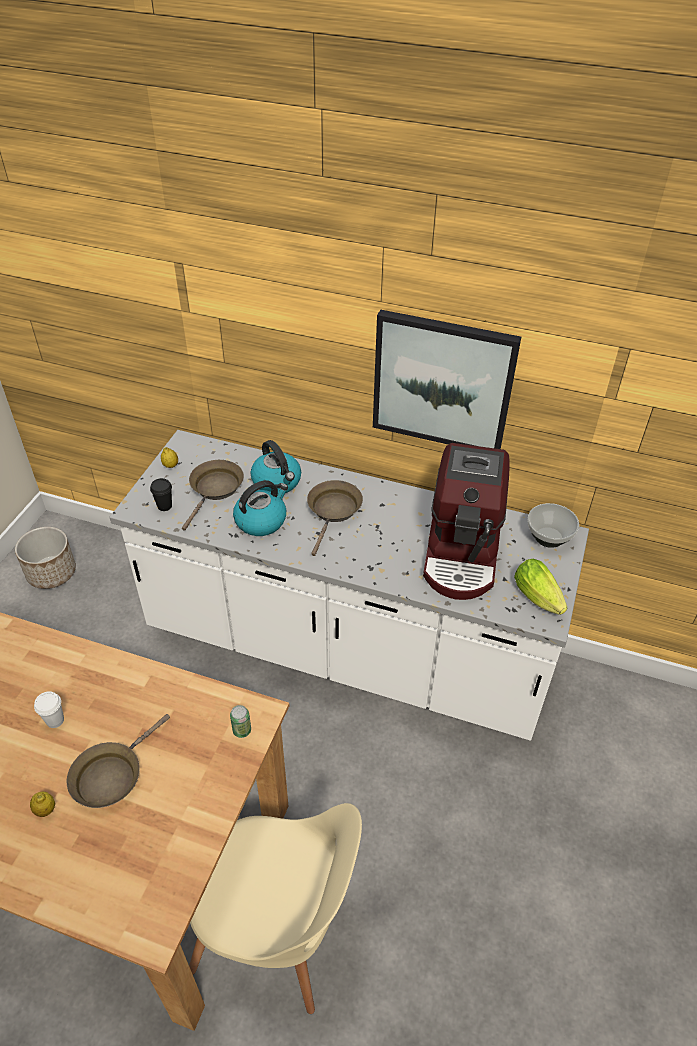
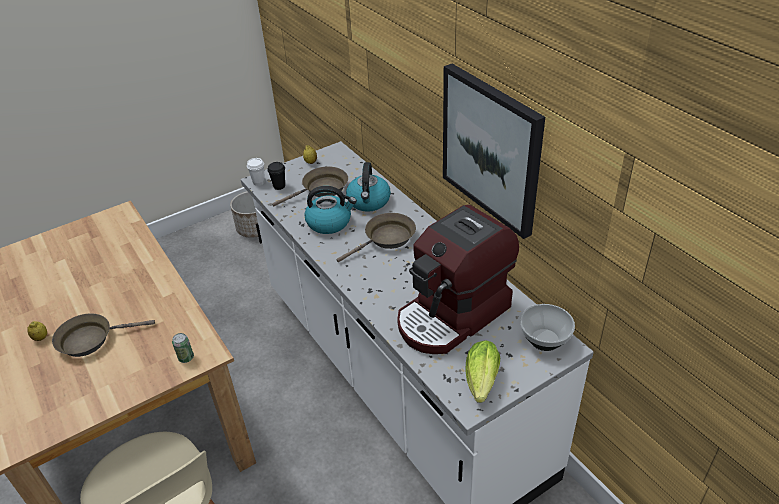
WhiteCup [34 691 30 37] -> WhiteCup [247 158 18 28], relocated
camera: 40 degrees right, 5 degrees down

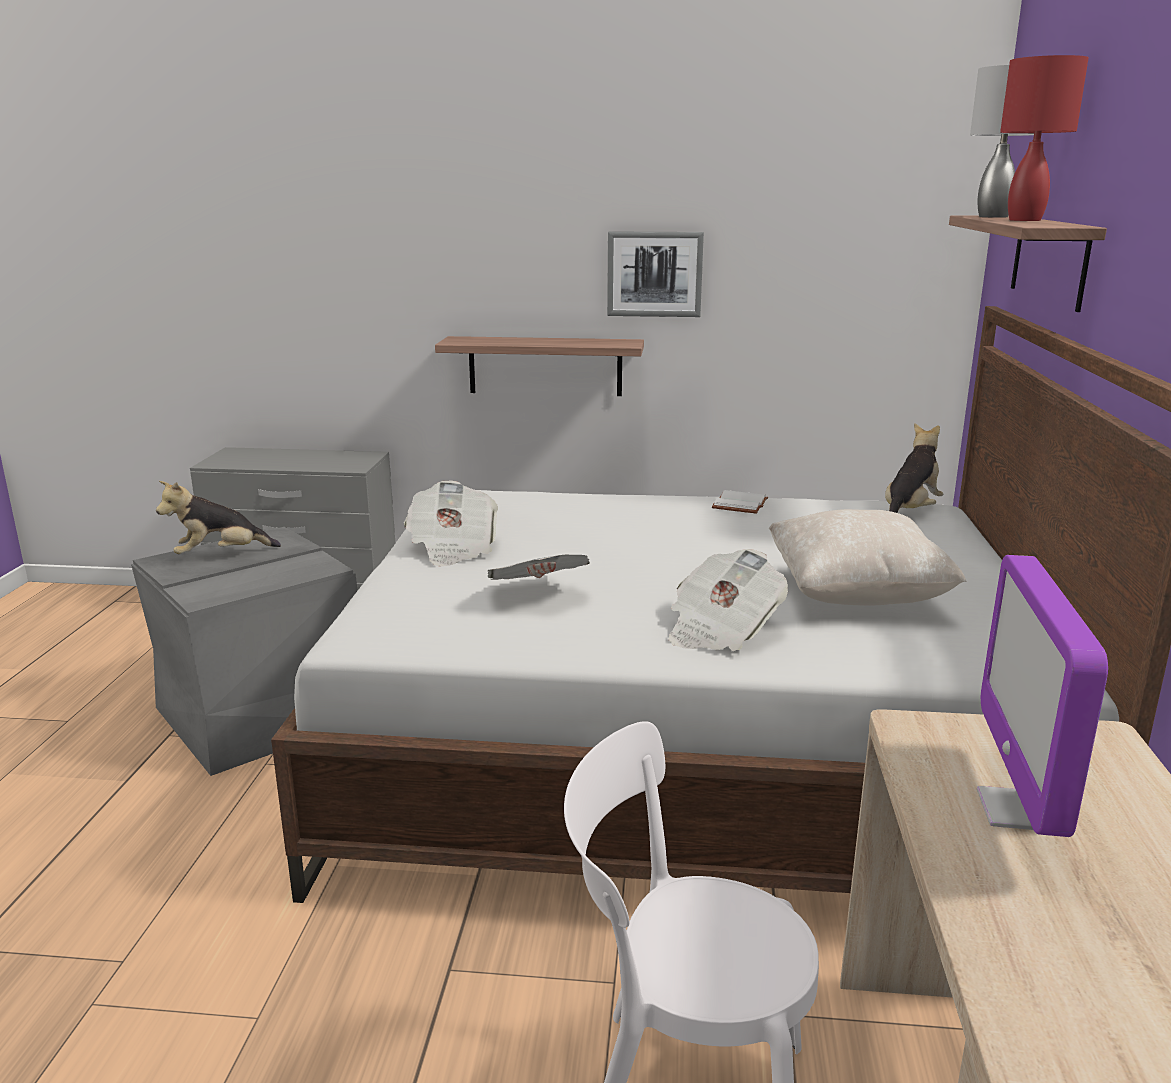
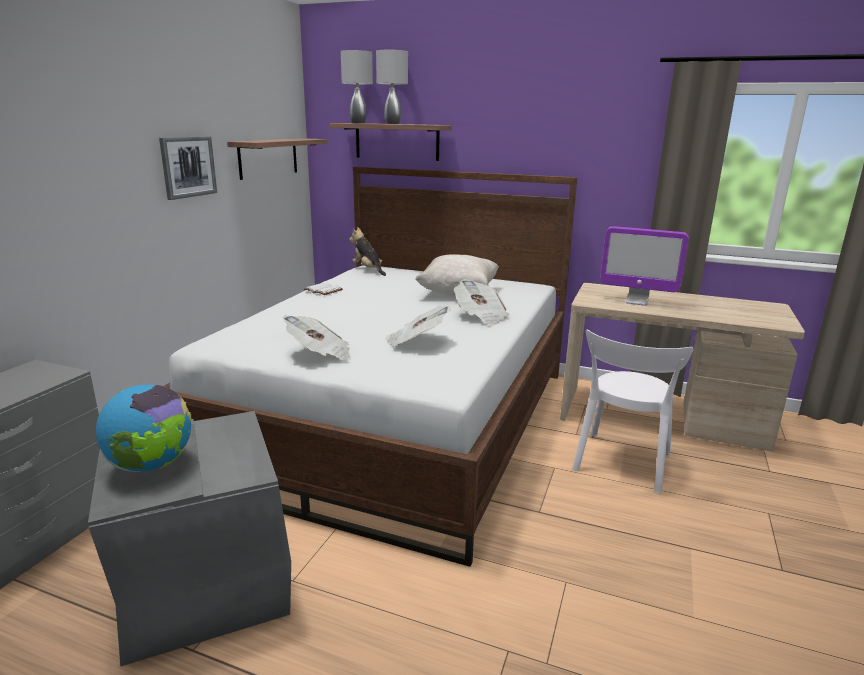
RedTableLamp [1000 55 89 166] -> GreyTableLamp [376 50 32 74]
Shelf [435 336 209 60] -> Shelf [227 138 100 42], relocated
PlushToy [156 481 125 73] -> Globe [96 385 95 87]
camera: 75 degrees left, 0 degrees up

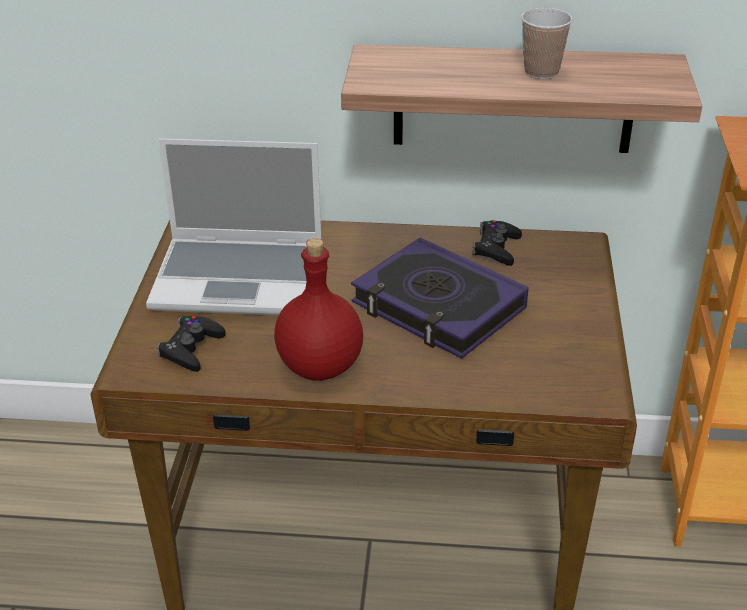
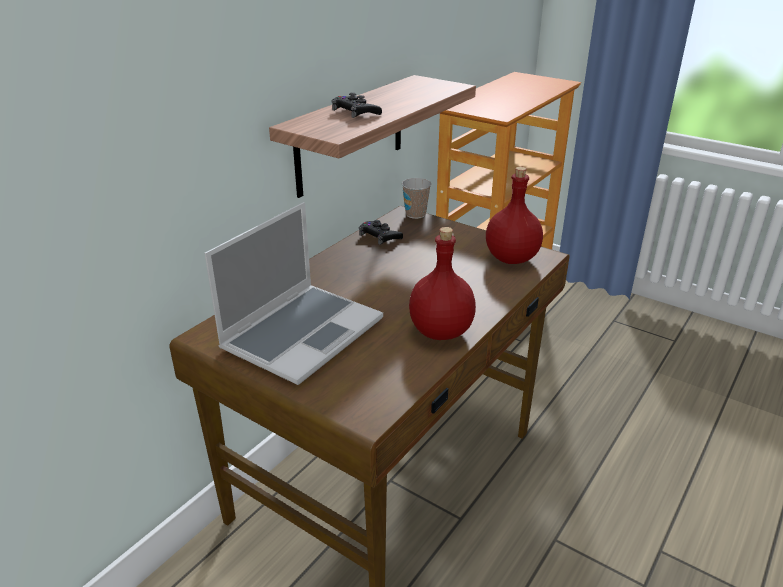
Cup [521 8 52 71] -> Cup [402 178 29 41], relocated
Book [351 238 178 121] -> none
BlackGameController [157 316 69 56] -> BlackGameController [331 92 51 26], relocated
none -> RedBottle [486 167 57 97]
camera: 60 degrees left, 5 degrees down

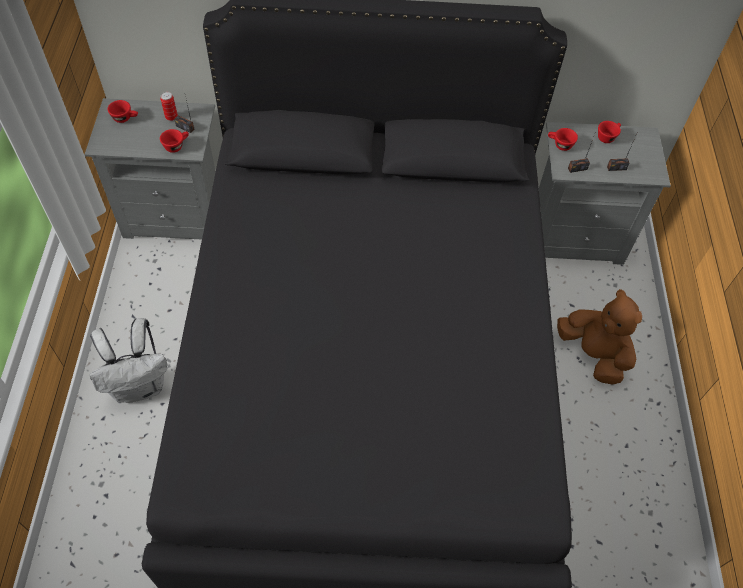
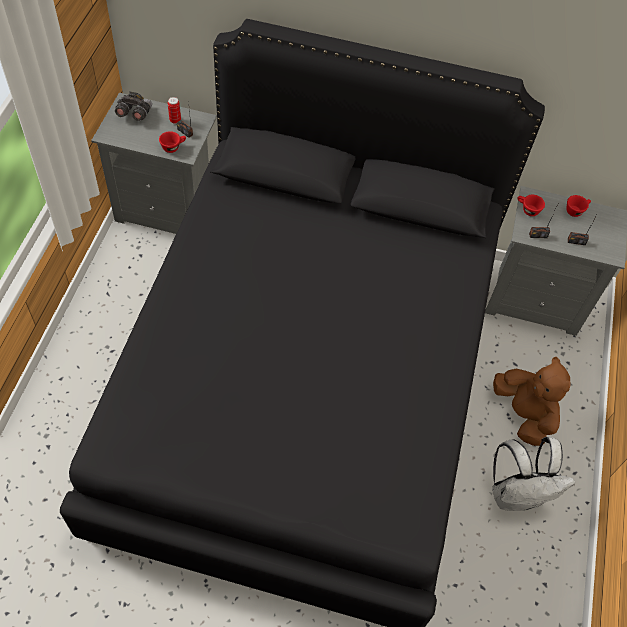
RedCup [108 100 30 23] -> GreyBinoculars [115 92 37 29]
WhiteBackpack [89 318 78 85] -> WhiteBackpack [492 437 83 74], relocated
camera: 10 degrees right, 0 degrees up

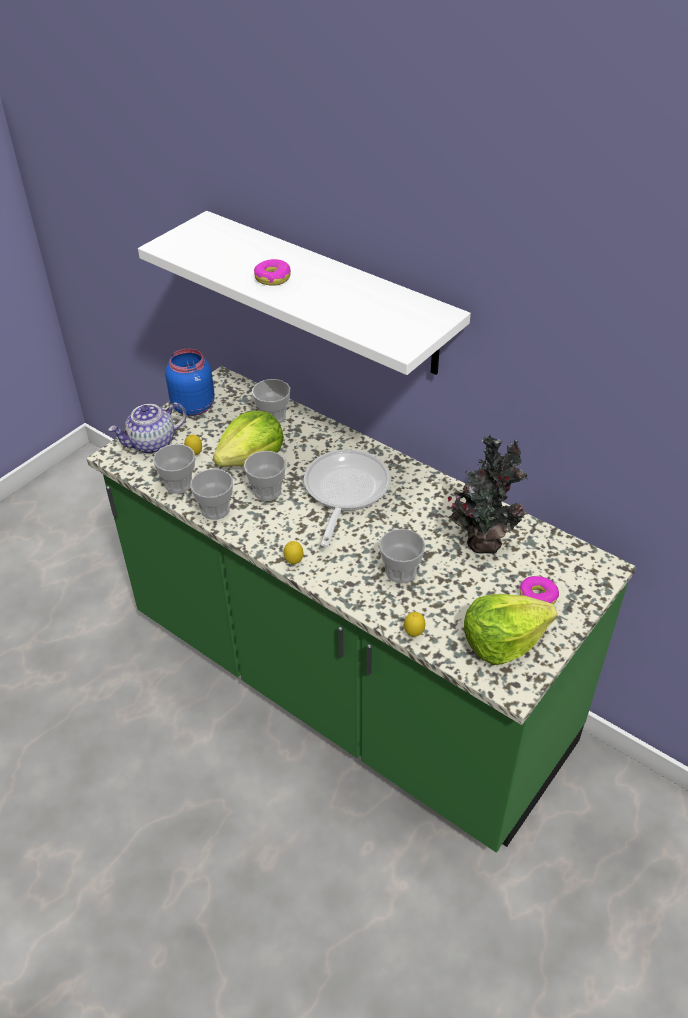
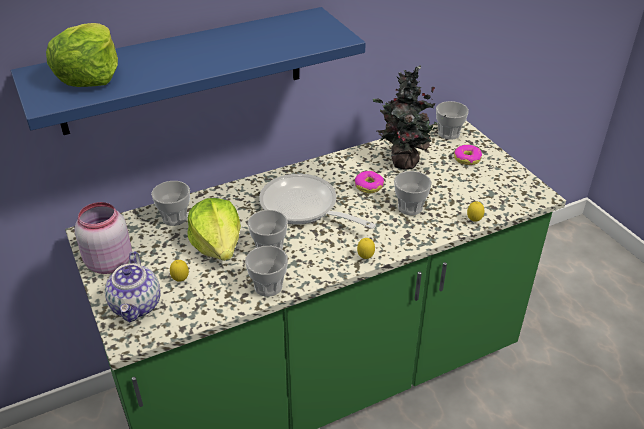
WhiteShelf [138 211 333 164] -> BlueShelf [11 7 355 128]
Donut [254 259 37 27] -> Donut [355 171 29 22], relocated
BlueJar [165 349 50 67] -> PinkJar [74 202 58 72]
Cup [153 444 42 50] -> Cup [436 101 33 39], relocated
Lettuce [464 594 93 71] -> Lettuce [46 23 72 64], relocated
camera: 65 degrees left, 5 degrees down

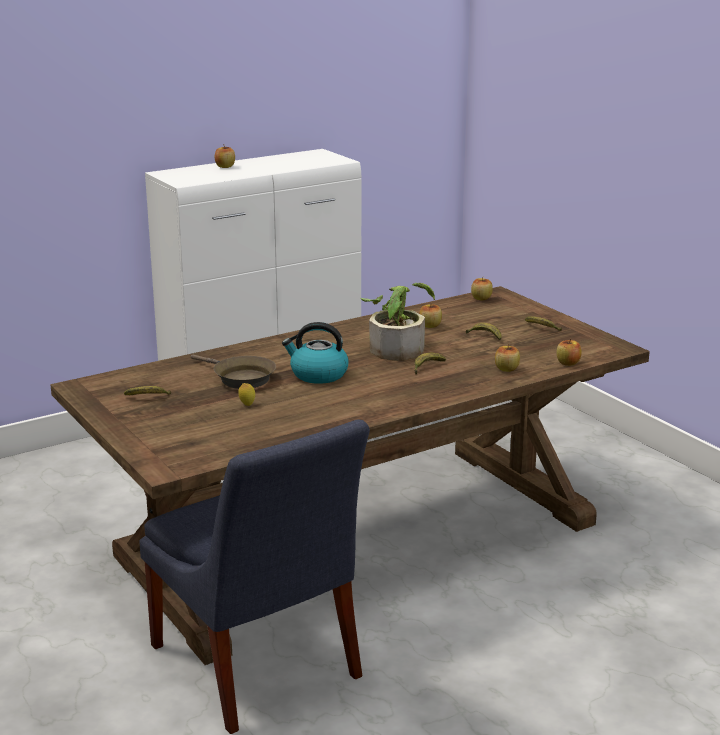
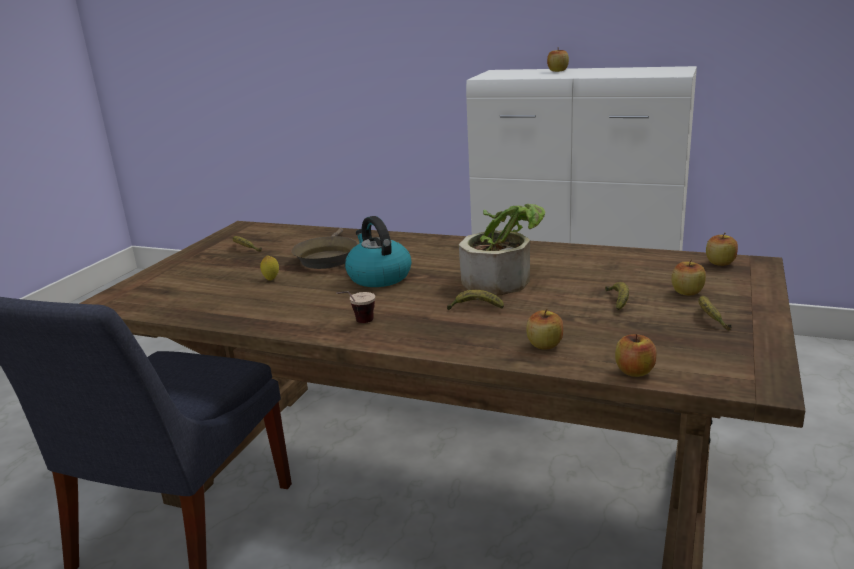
Apple [419 304 23 24] -> Apple [671 259 35 36], relocated
none -> Cup [336 291 39 32]
camera: 55 degrees right, 0 degrees up

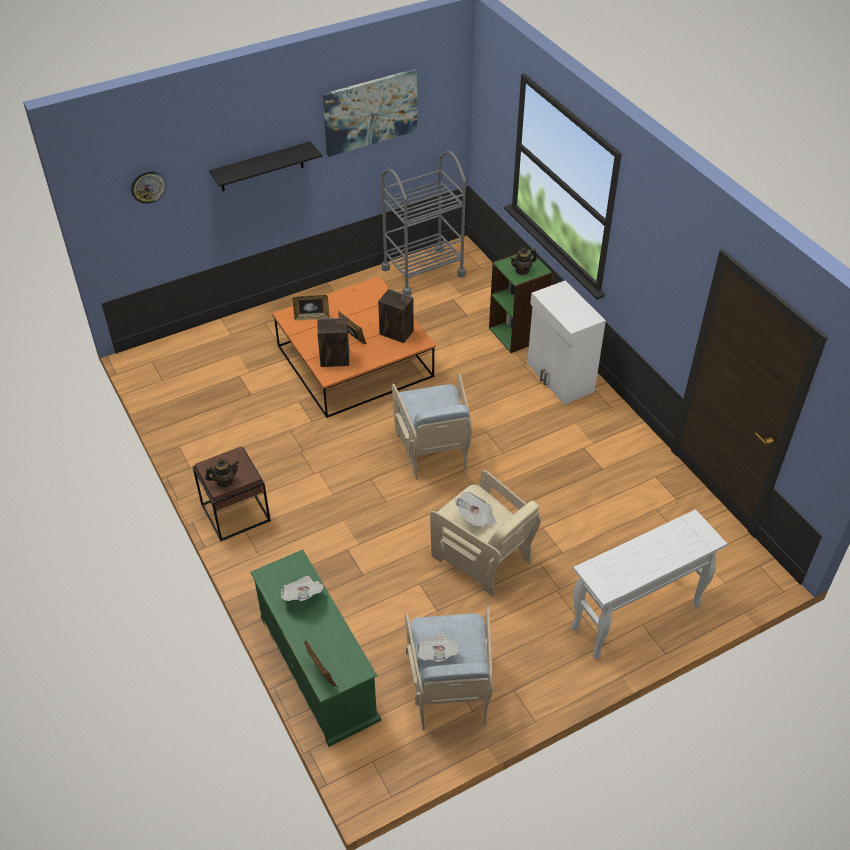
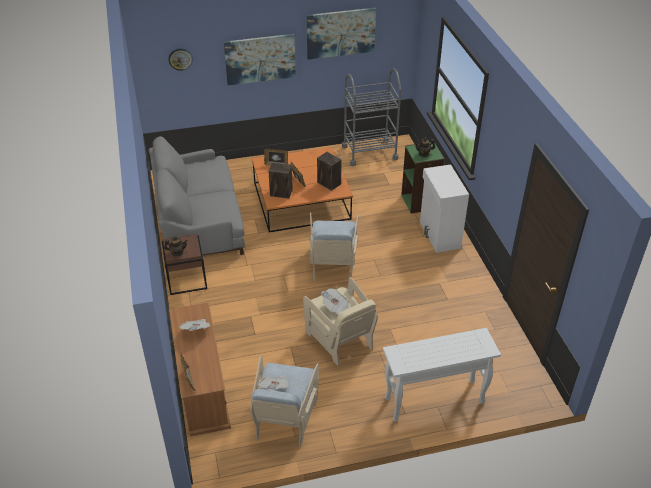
BlackShelf [209 141 113 50] -> Picture [224 34 72 51]
GreenTvStand [250 550 131 197] -> BrownTvStand [169 302 62 135]
none -> GreySofa [149 136 96 120]
camera: 15 degrees right, 5 degrees down

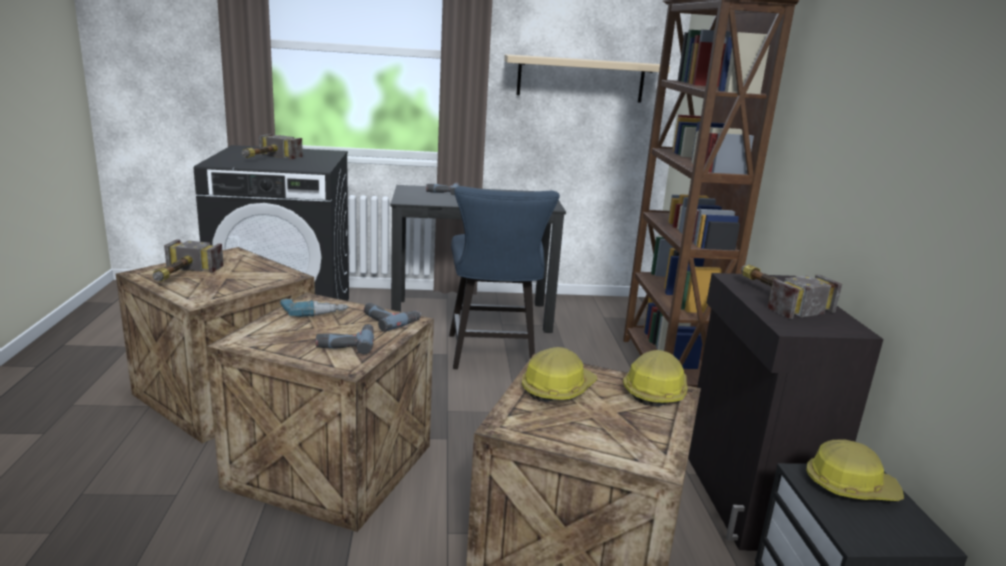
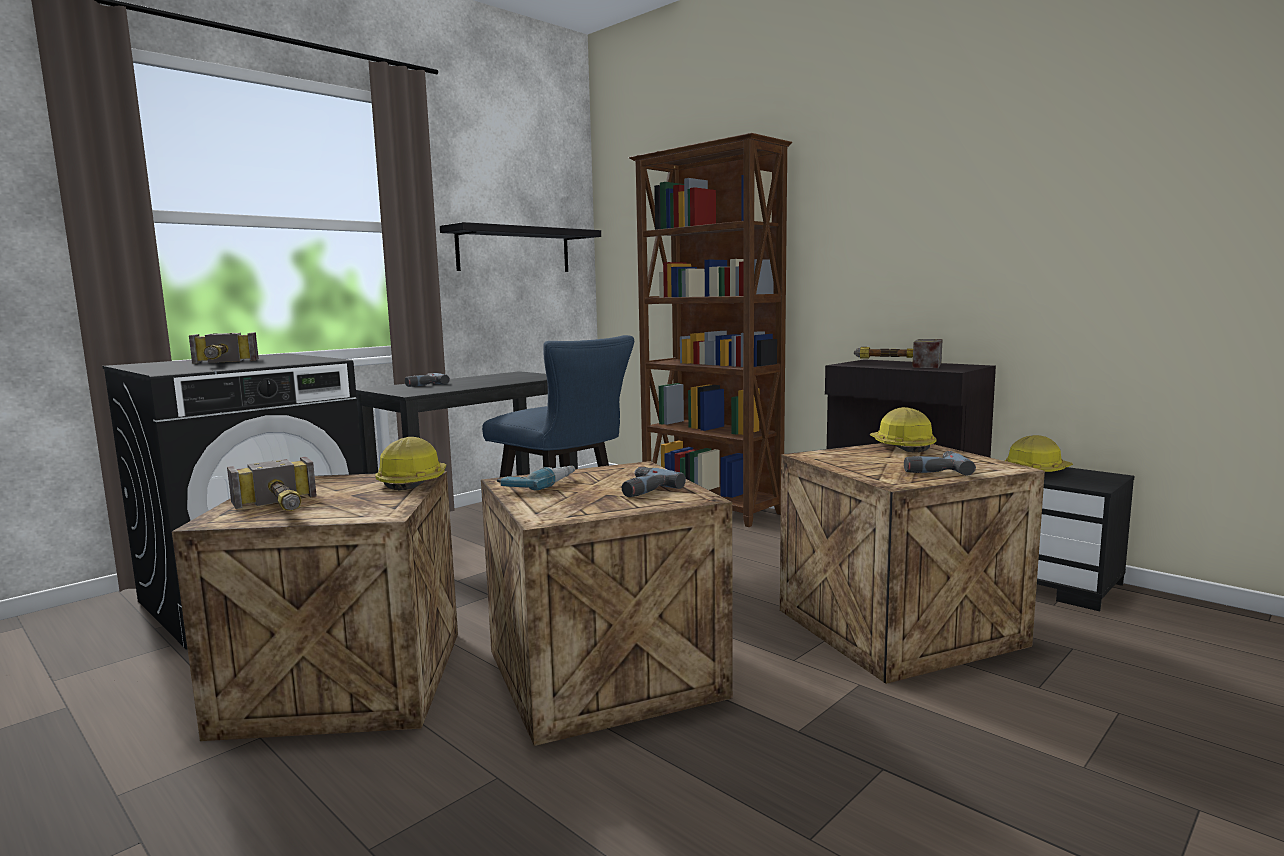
BeigeShelf [504 54 166 49] -> BlackShelf [440 222 161 50]
PowerDrill [364 303 57 29] -> PowerDrill [904 451 72 25], relocated
HardHat [522 347 75 55] -> HardHat [375 437 72 53], relocated
camera: 40 degrees left, 10 degrees down

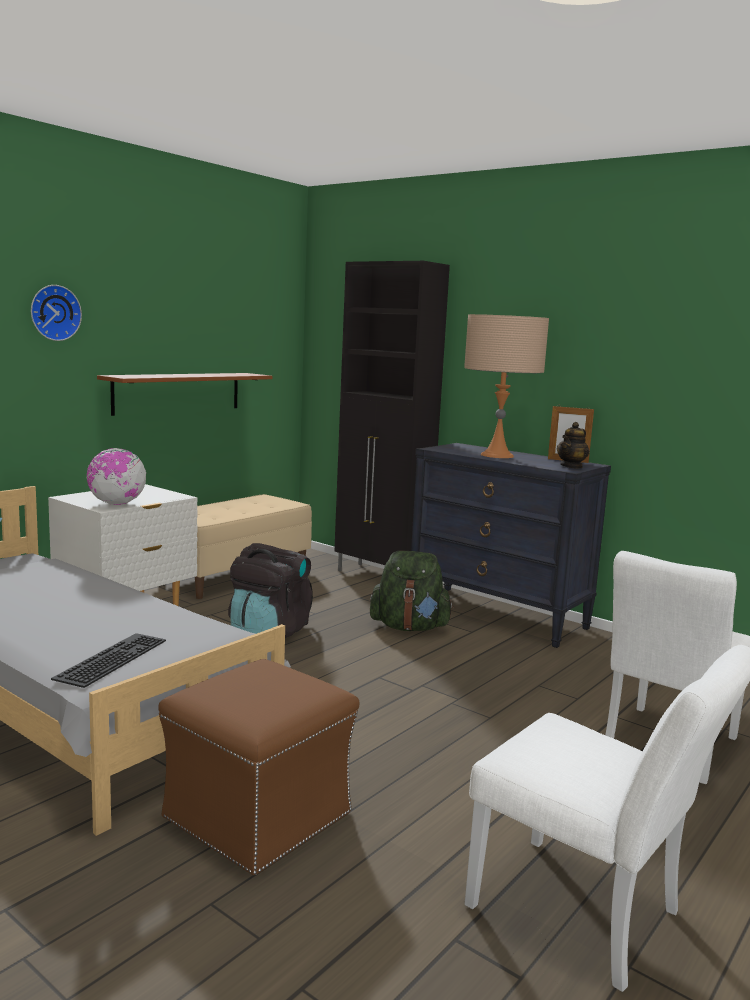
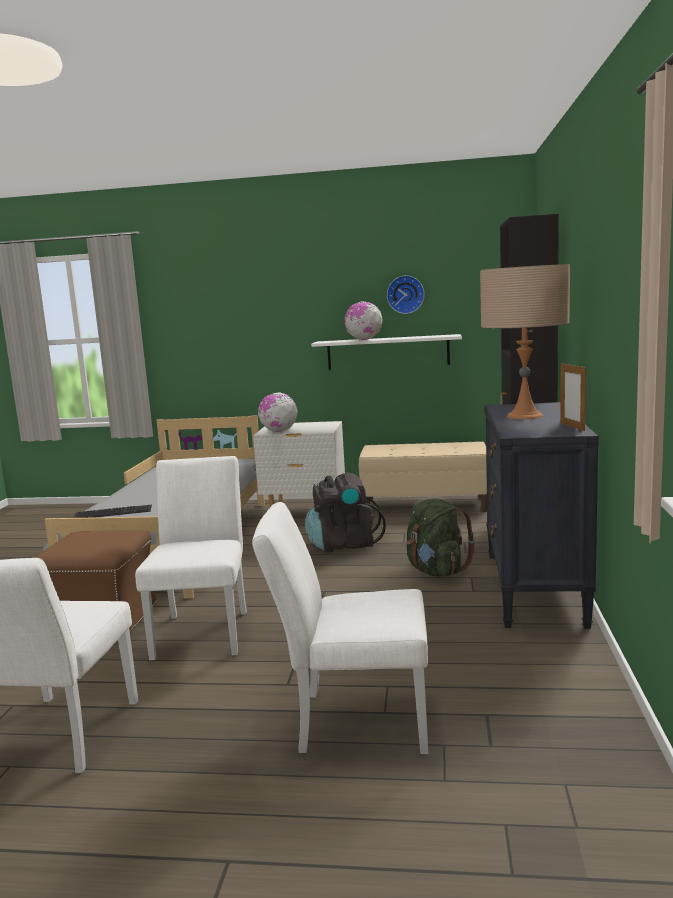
WallClock [31 285 51 56] -> WallClock [387 275 38 39], relocated
BrownShelf [97 373 175 43] -> WhiteShelf [311 334 151 36]
Teapot [557 422 32 47] -> none
none -> Globe [344 301 39 39]
none -> WhiteChair [135 456 112 204]
camera: 60 degrees right, 0 degrees up

